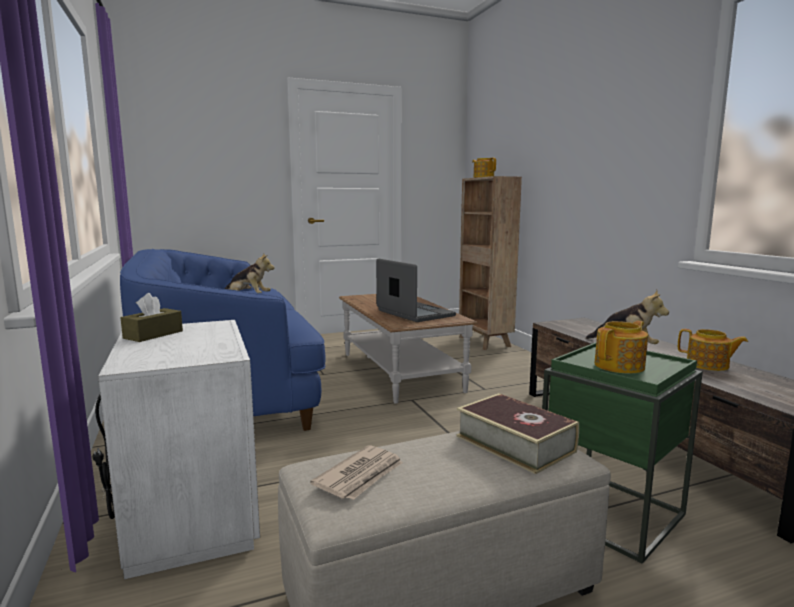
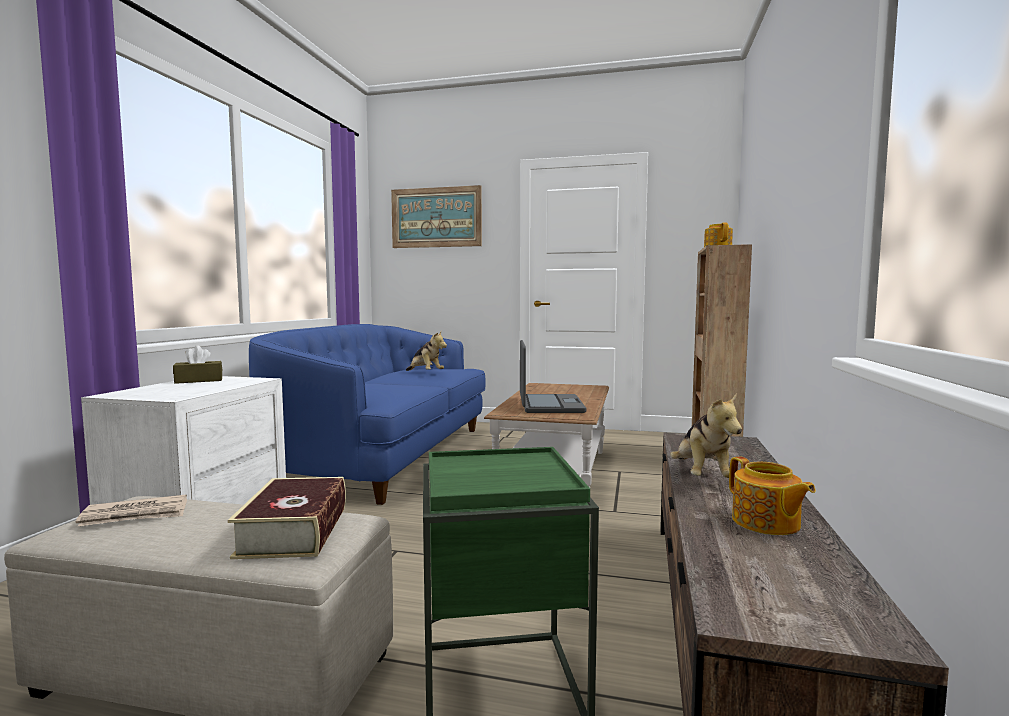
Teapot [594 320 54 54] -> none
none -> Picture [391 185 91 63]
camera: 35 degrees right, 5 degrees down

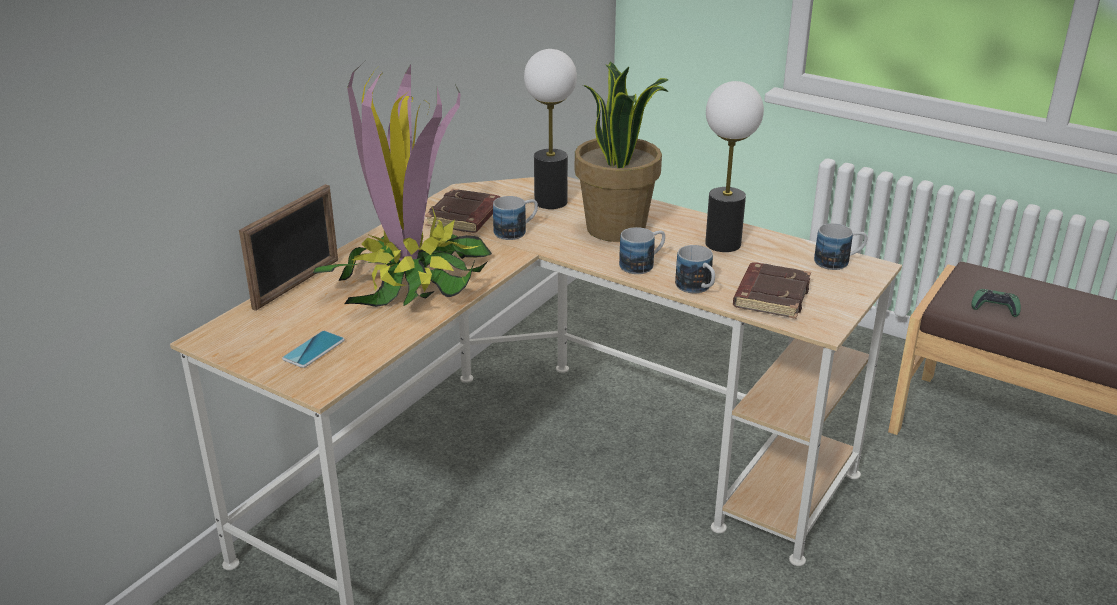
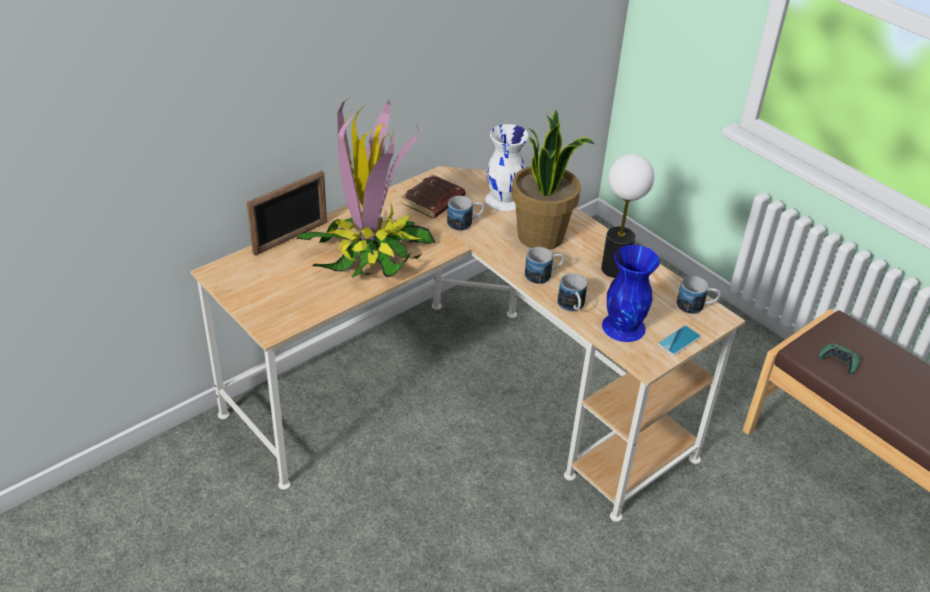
TableLamp [524 49 53 160] -> WhiteVase [485 124 44 87]
BrownBook [733 262 78 57] -> BlueVase [602 245 58 97]
Phone [282 331 63 37] -> Phone [658 325 43 30], relocated
camera: 15 degrees right, 10 degrees up

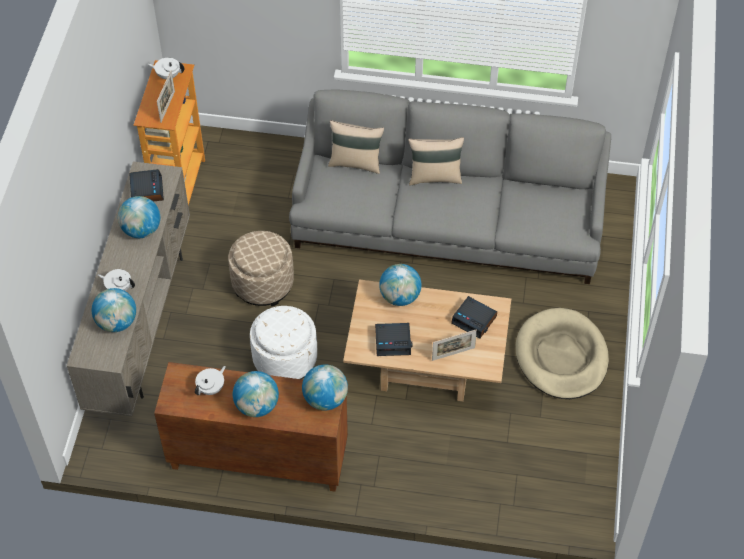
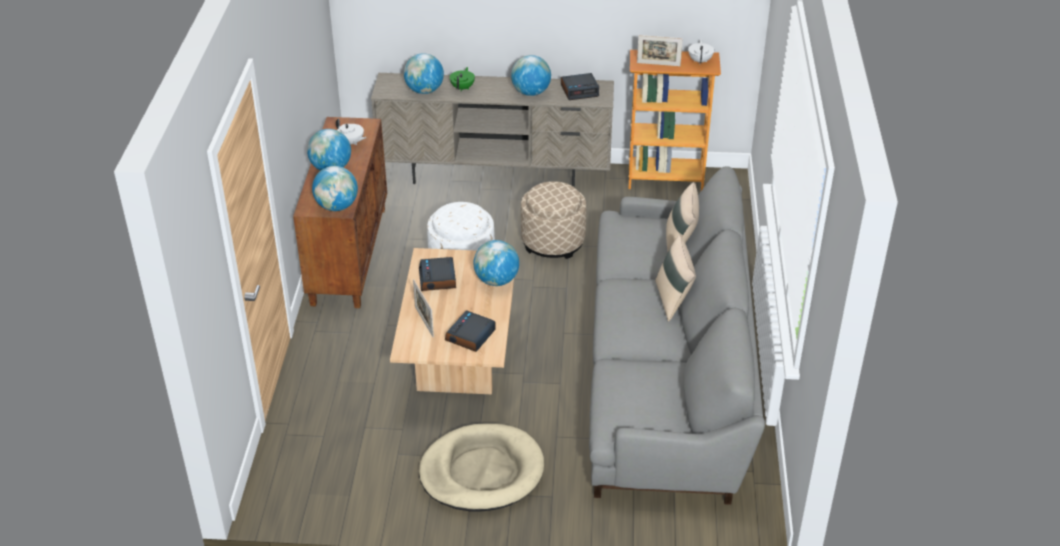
WhiteTeapot [98 269 37 22] -> GreenTeapot [450 67 25 24]
camera: 85 degrees right, 15 degrees down

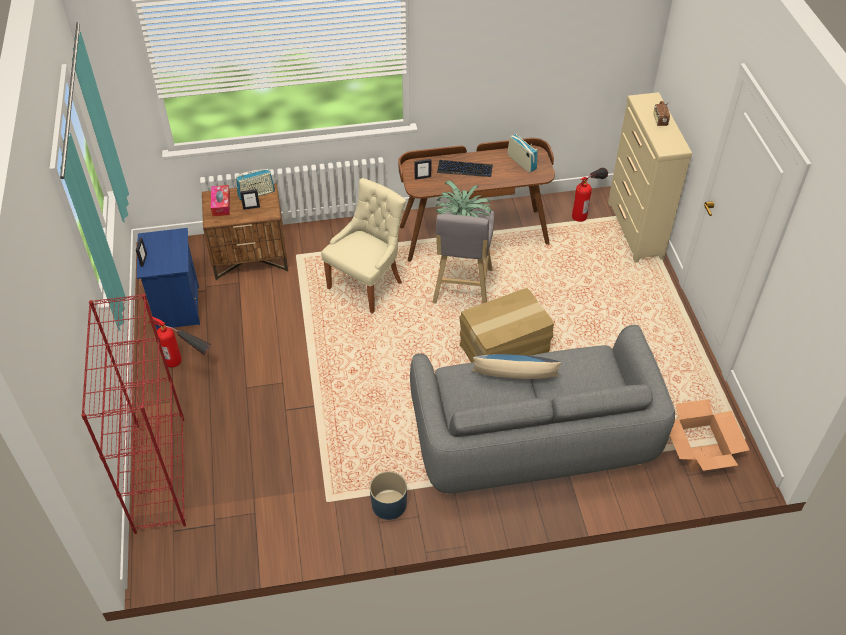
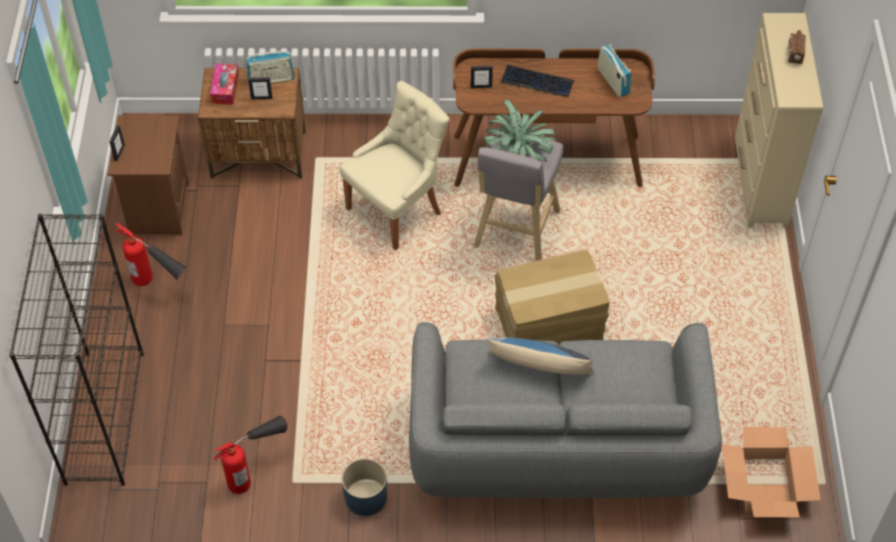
FireExtinguisher [572 168 36 54] -> FireExtinguisher [213 416 75 78], relocated
BlueNightstand [137 228 63 102] -> BrownNightstand [107 115 82 121]
RedBookcase [81 294 105 240] -> BlackBookcase [9 214 135 272]
camera: 10 degrees right, 5 degrees up

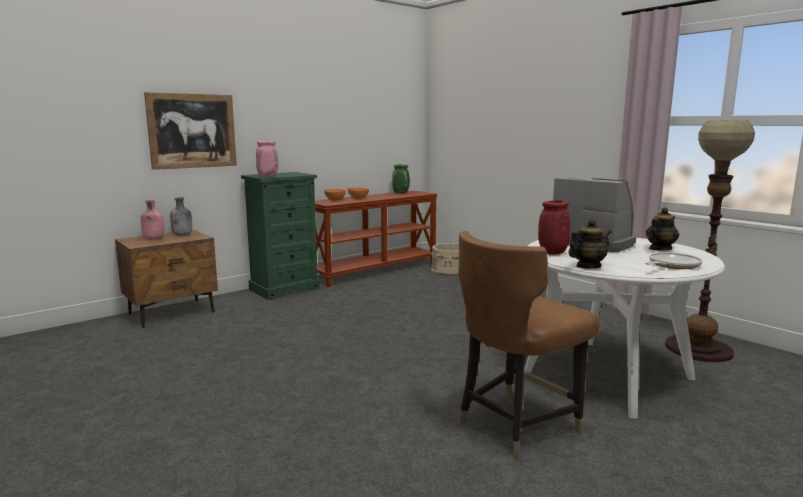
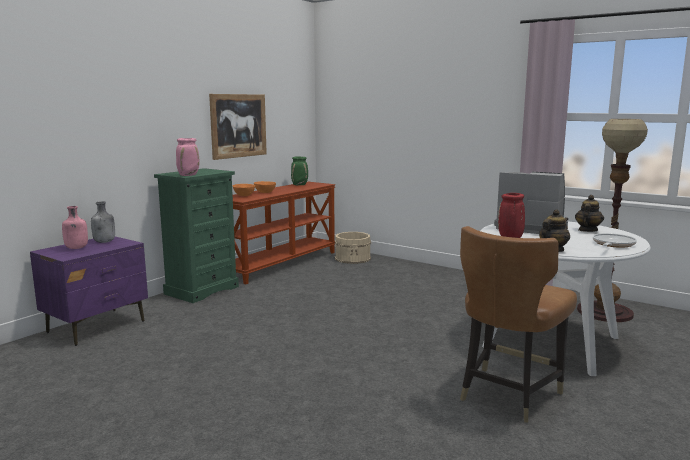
Picture [144 92 93 78] -> Picture [209 94 58 66], relocated
BrownNightstand [115 230 103 98] -> PurpleNightstand [30 236 118 110]
camera: 15 degrees left, 0 degrees up

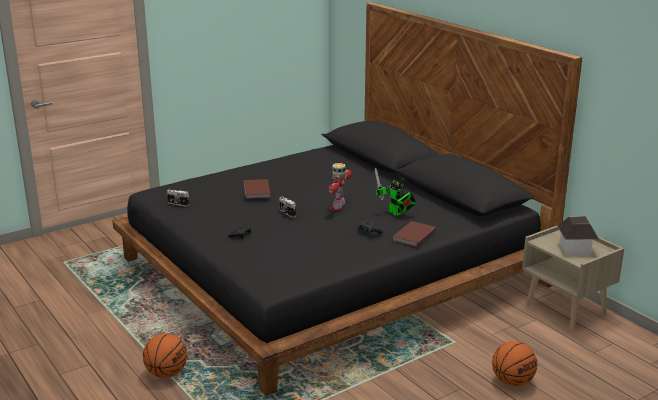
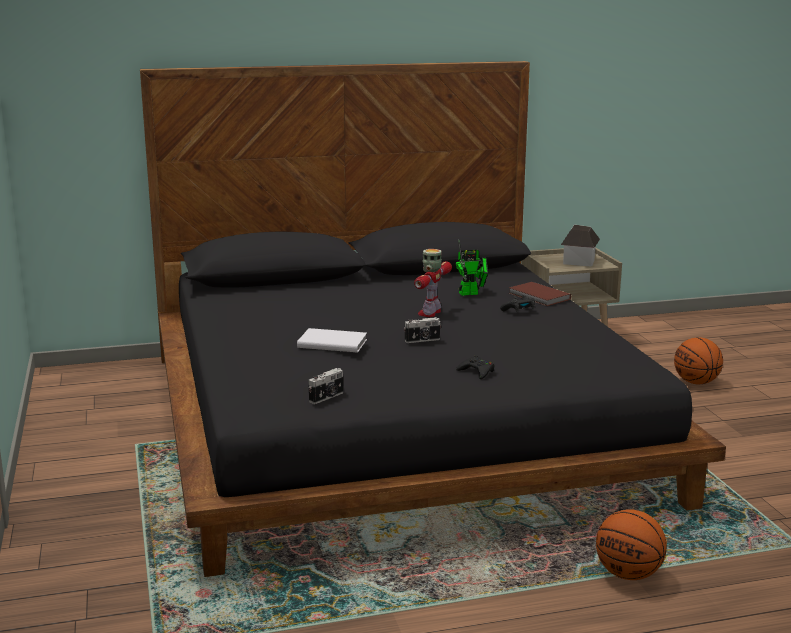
ToyRobot [328 163 24 48] -> ToyRobot [414 249 38 68], 75 degrees clockwise
BrownBook [243 179 27 20] -> WhiteBook [297 328 70 25]
camera: 70 degrees left, 5 degrees down

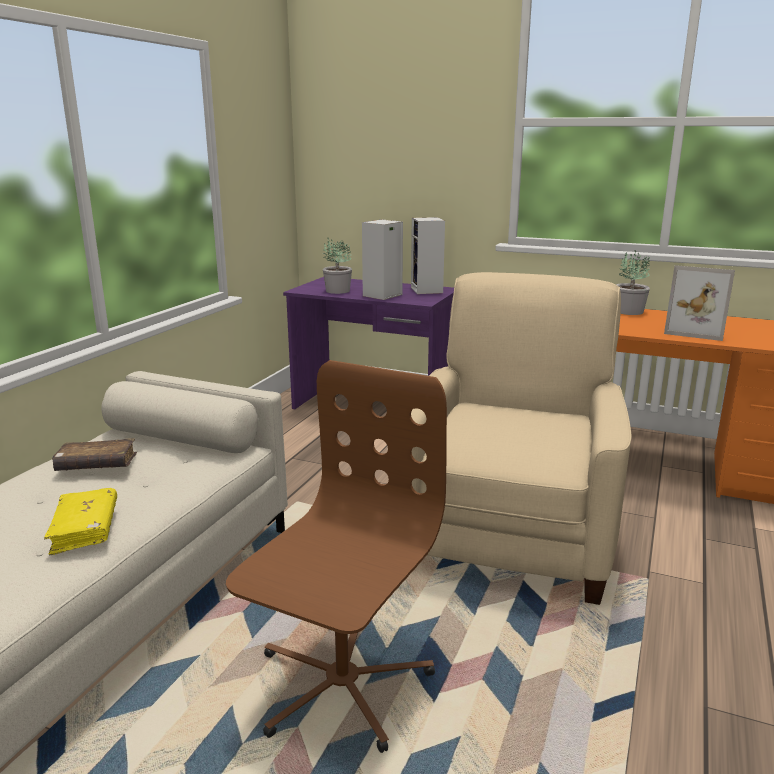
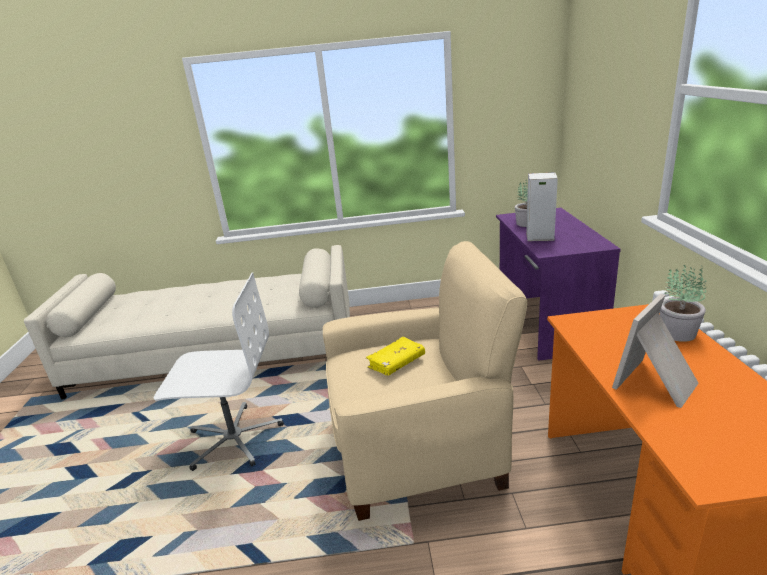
Speaker [411 217 34 77] -> none
PictureFrame [664 265 71 76] -> PictureFrame [612 293 87 115], 45 degrees clockwise
BrownOfficeChair [226 360 221 393] -> WhiteOfficeChair [154 272 130 199]
BrownBook [52 438 85 33] -> none
YellowBook [44 488 73 67] -> YellowBook [366 337 59 39], relocated
camera: 65 degrees right, 5 degrees up

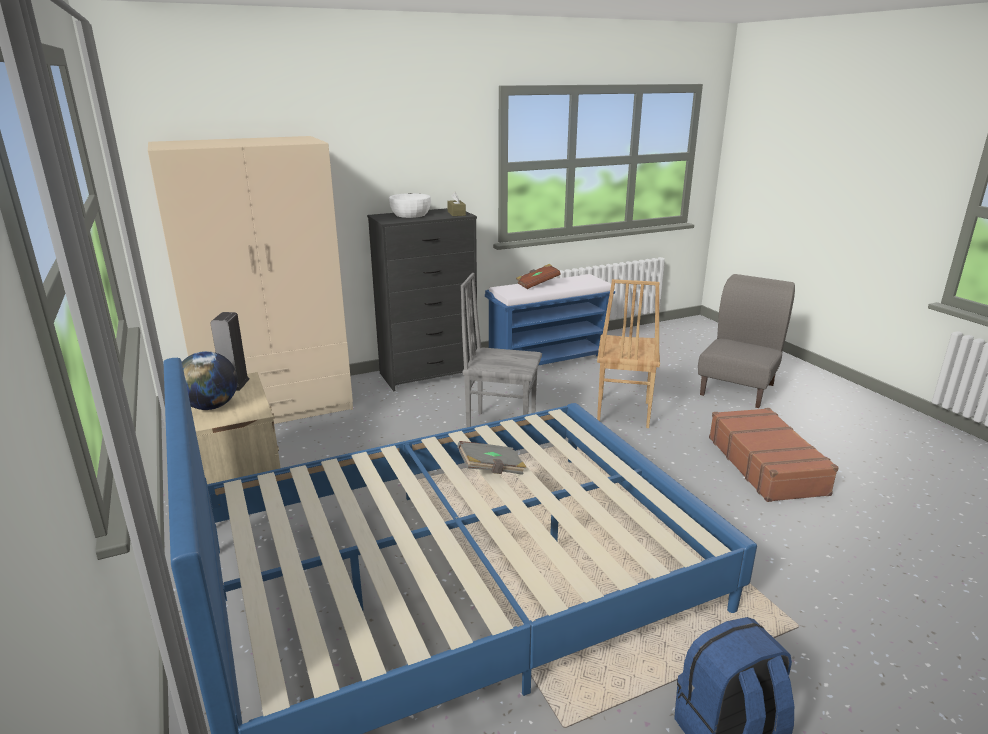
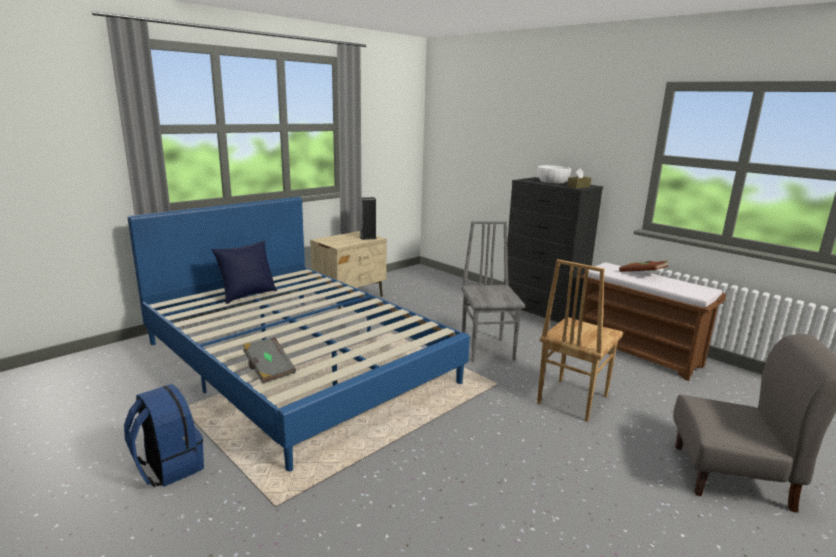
BeigeWardrobe [148 136 205 288] -> none
BlueBench [485 274 130 91] -> BrownBench [581 262 145 119]
BrownChair [597 279 63 149] -> BrownChair [537 259 86 163], 45 degrees counterclockwise
Globe [182 351 56 59] -> none
BrownSuitcase [709 408 130 94] -> none
GreyBook [457 441 70 34] -> GreyBook [243 337 53 47], relocated
none -> BluePillow [212 241 65 63]
camera: 70 degrees right, 5 degrees down

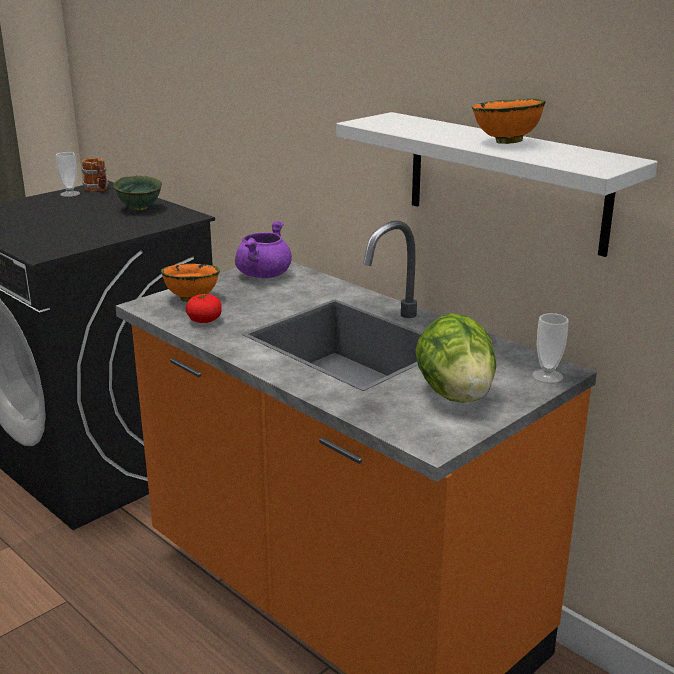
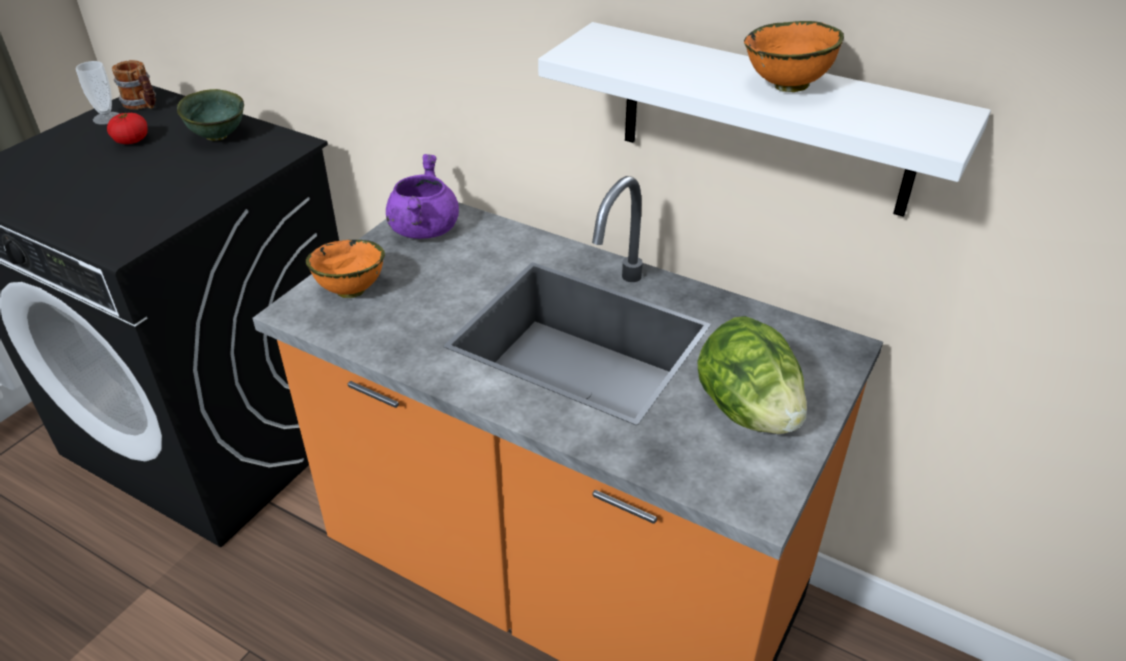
Tomato [185 294 37 29] -> Tomato [107 113 41 31], relocated
Cup [532 313 36 70] -> none
camera: 15 degrees left, 15 degrees up

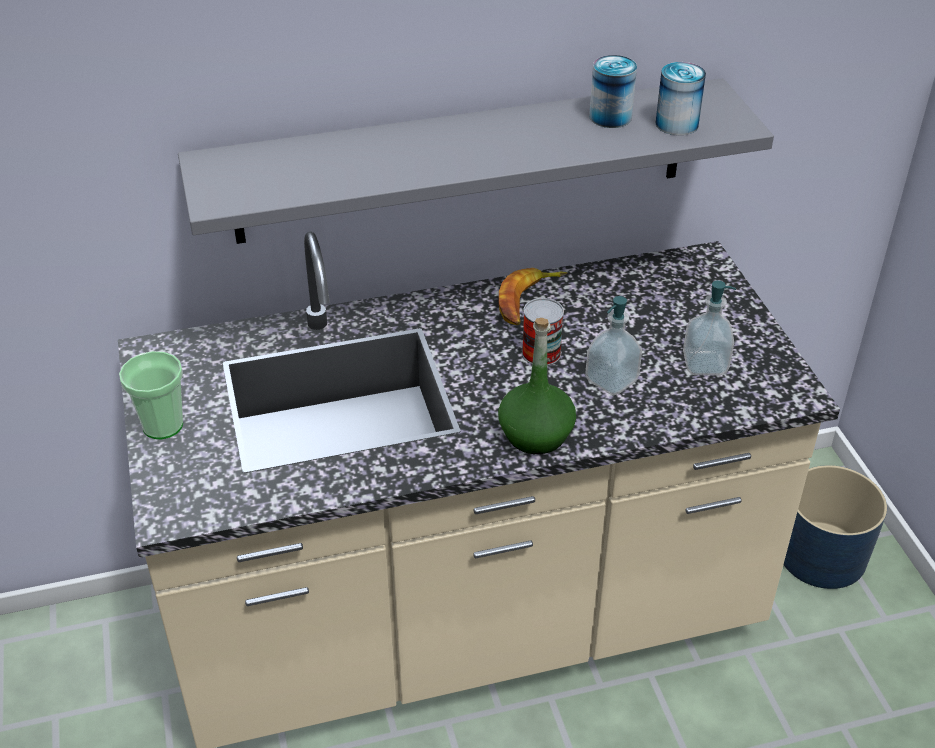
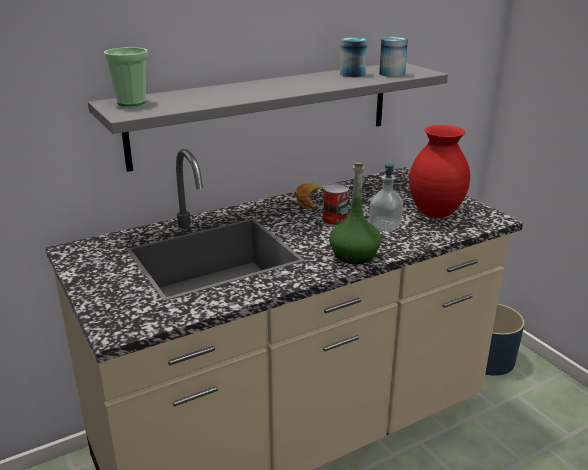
SoapDispenser [683 280 53 95] -> RedVase [409 125 61 93]
Cup [119 351 64 88] -> Cup [104 47 44 59], relocated
camera: 15 degrees left, 15 degrees down

